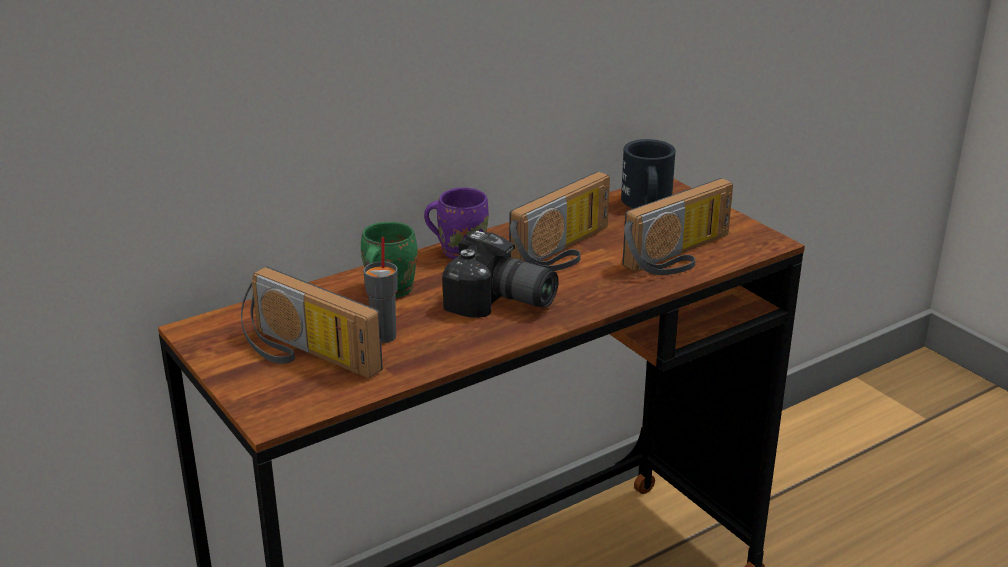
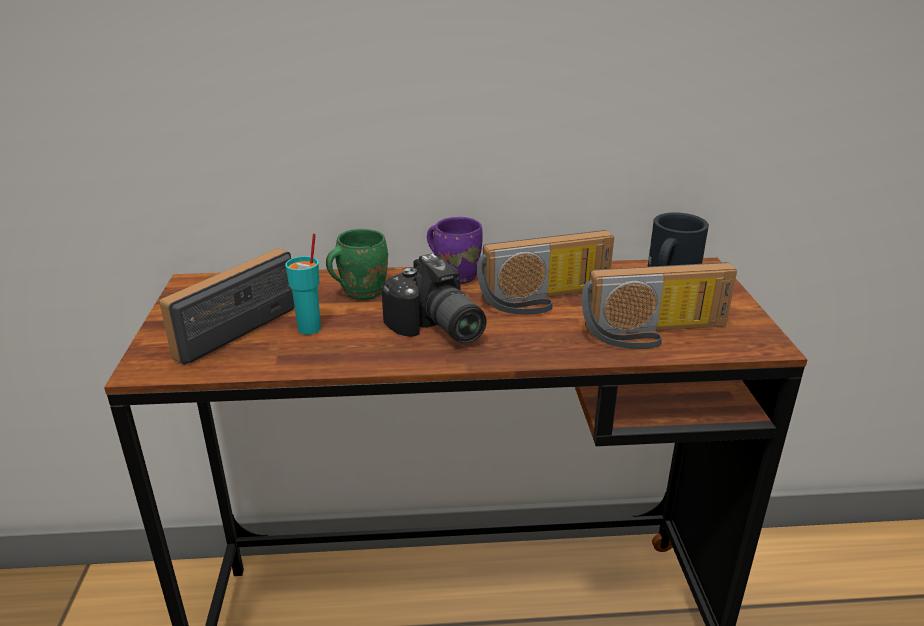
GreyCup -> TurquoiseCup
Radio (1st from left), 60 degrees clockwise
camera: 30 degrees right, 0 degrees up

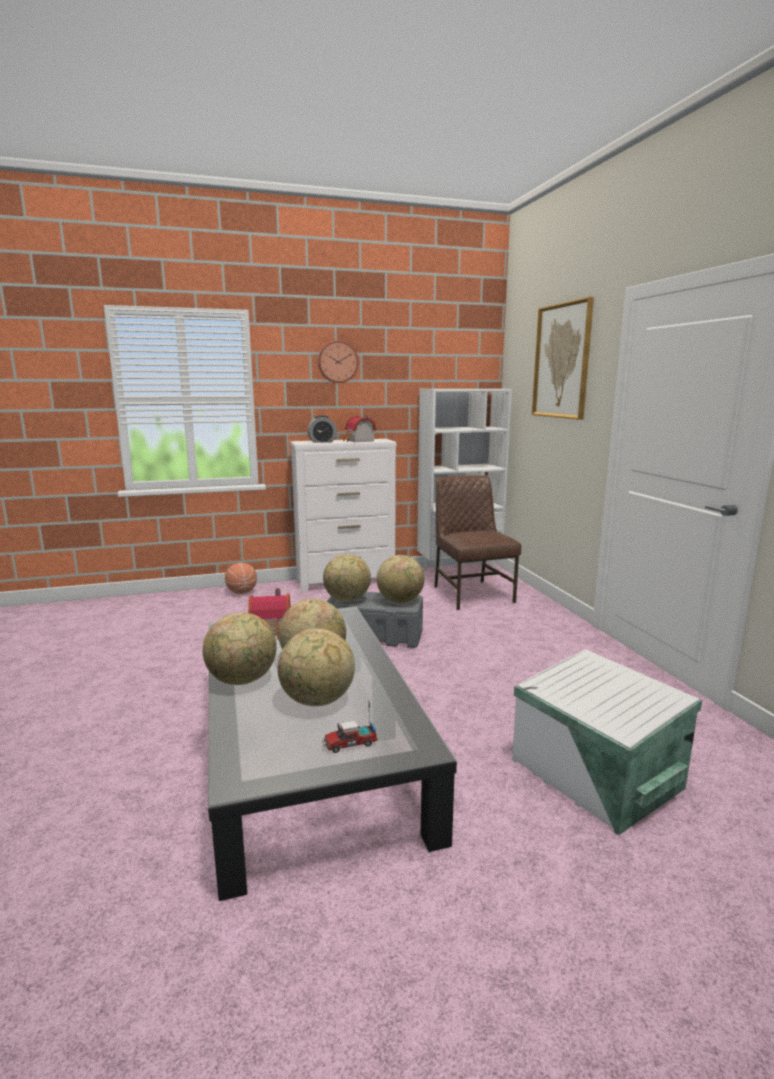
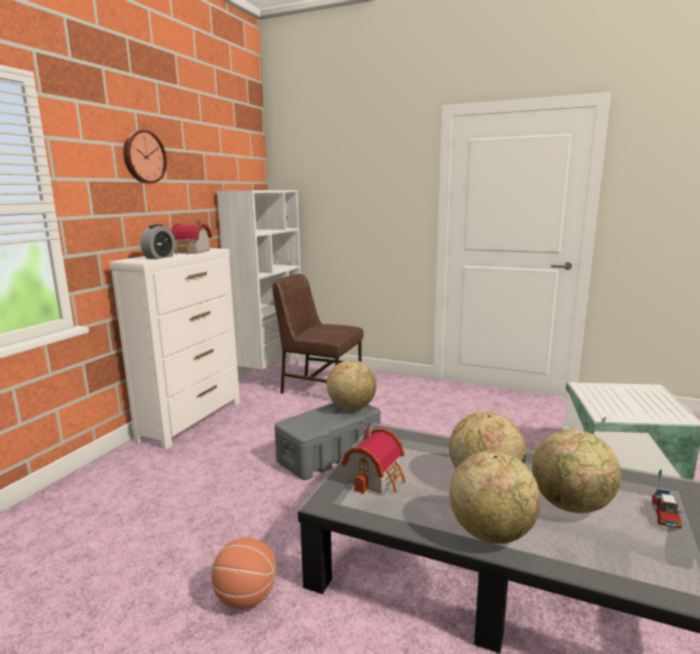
Picture -> none
Globe (4th from left) -> none
Basketball, move
camera: 50 degrees left, 0 degrees up

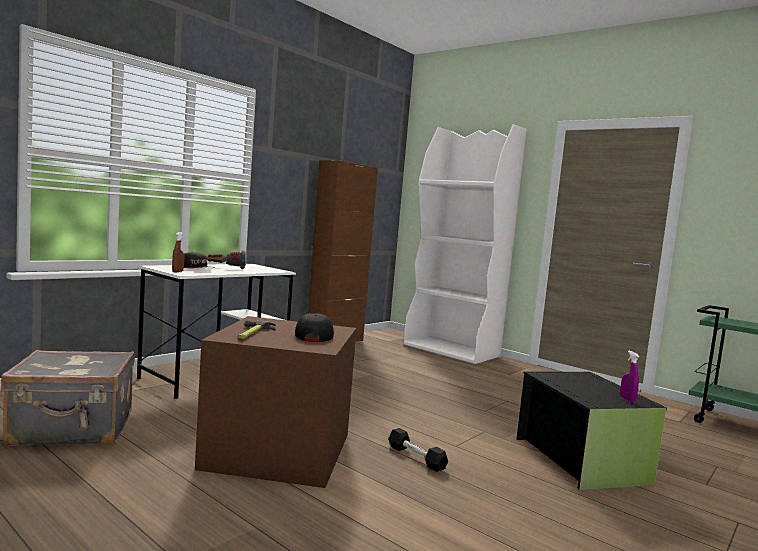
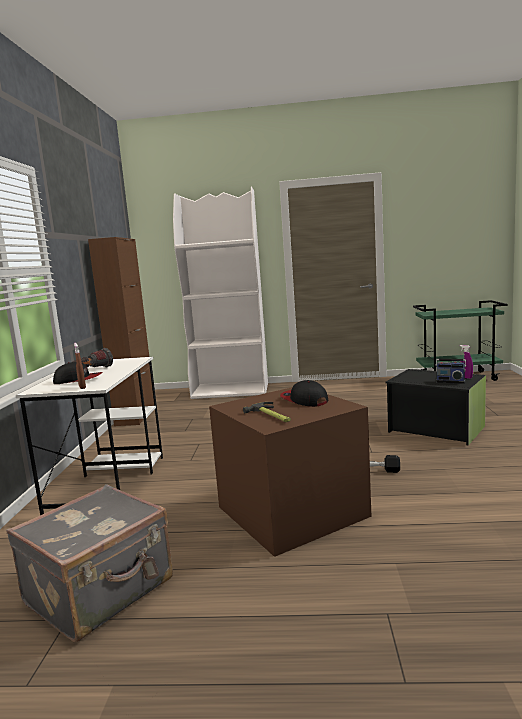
none -> Radio
camera: 35 degrees left, 5 degrees up

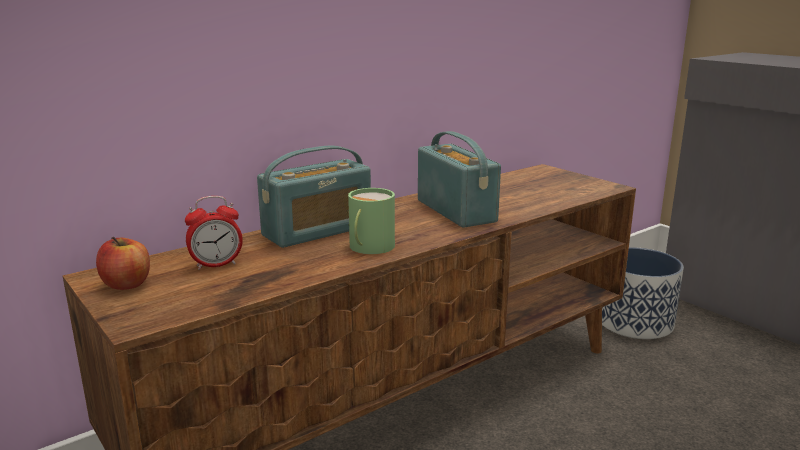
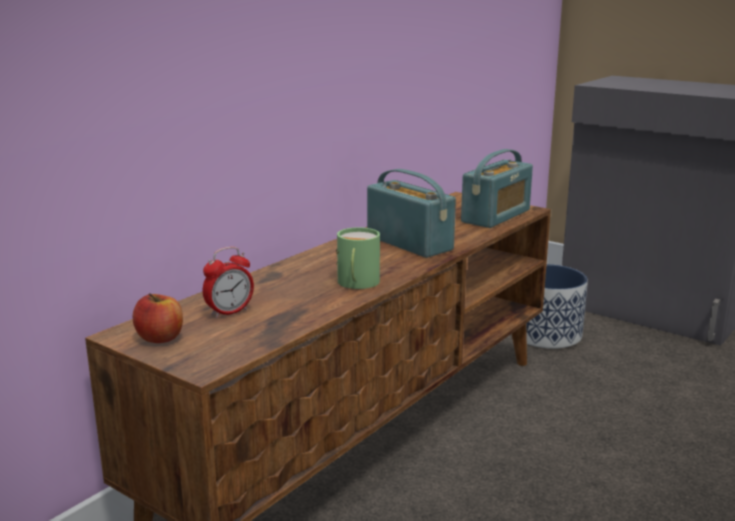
Radio (1st from left in the first image) -> Radio (2nd from left), move
camera: 15 degrees left, 0 degrees up

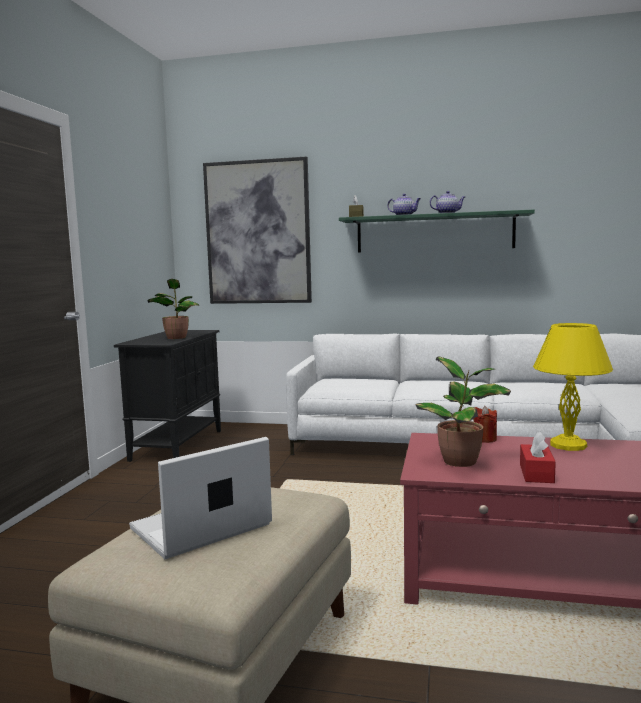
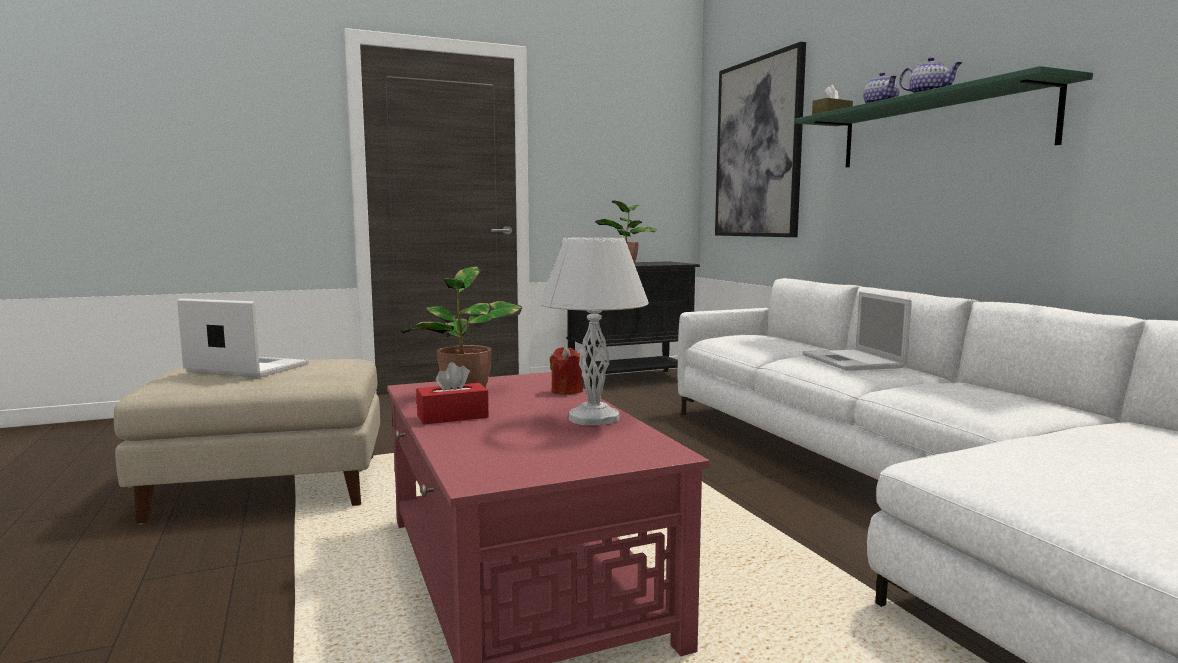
YellowTableLamp -> WhiteTableLamp
none -> Laptop (2nd from left)
camera: 55 degrees right, 0 degrees up

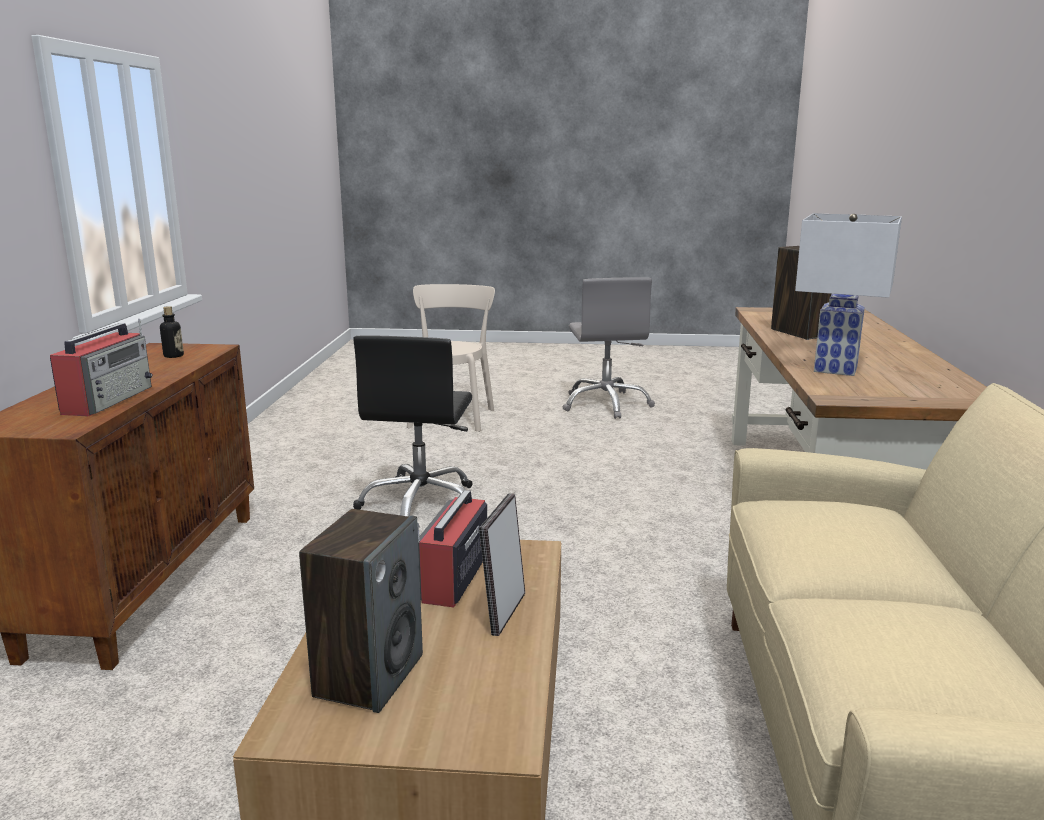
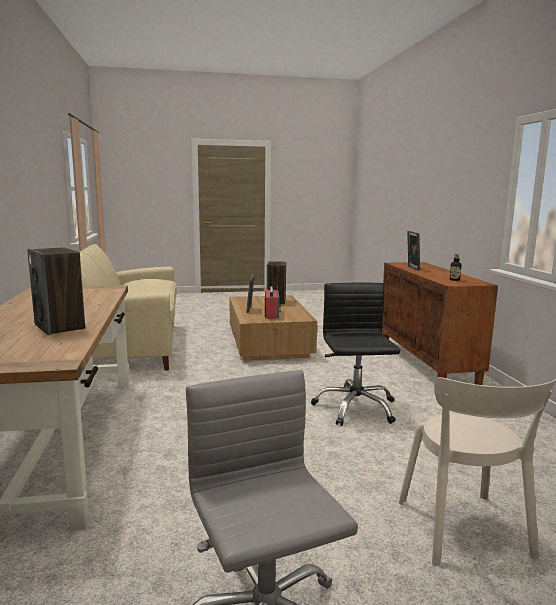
WhiteTableLamp -> none
Radio (1st from left) -> PictureFrame (2nd from left)
camera: 165 degrees right, 5 degrees down

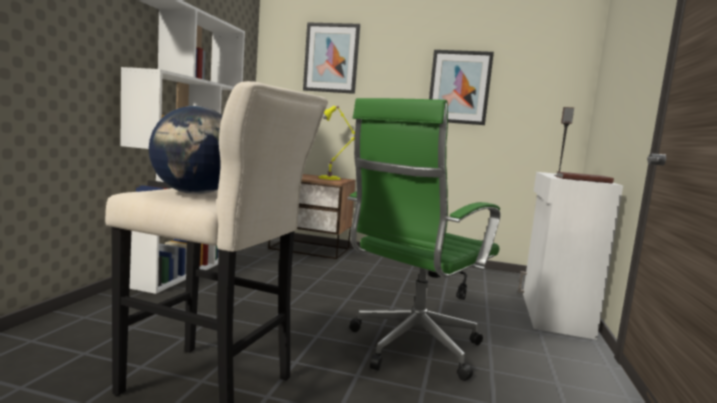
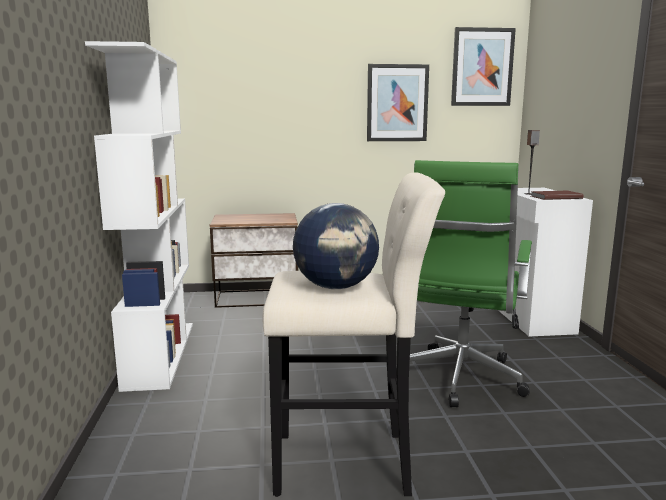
Picture (1st from left in the first image) -> Picture (2nd from left), move
YellowTableLamp -> none
camera: 20 degrees left, 5 degrees up

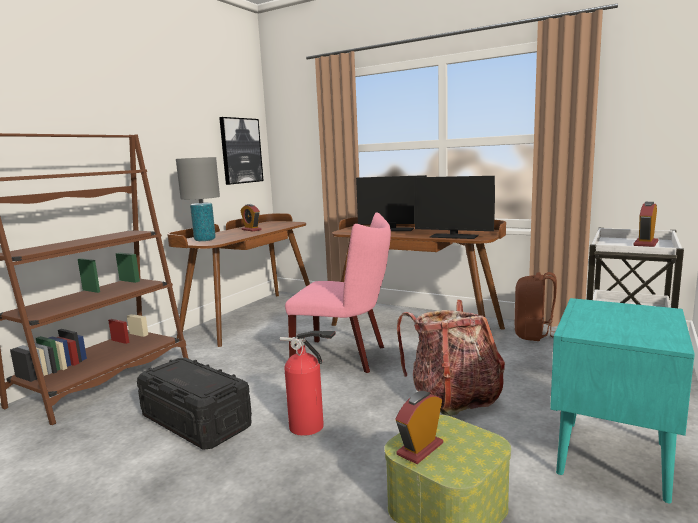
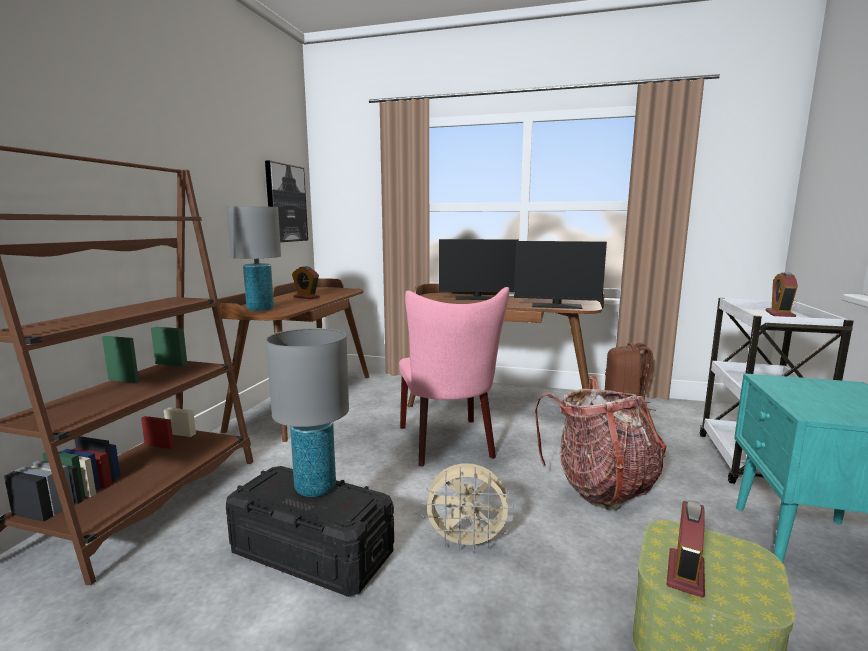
PinkChair, 75 degrees clockwise
FireExtinguisher -> BeigeFan
none -> GreyTableLamp (2nd from left)
camera: 15 degrees left, 0 degrees up

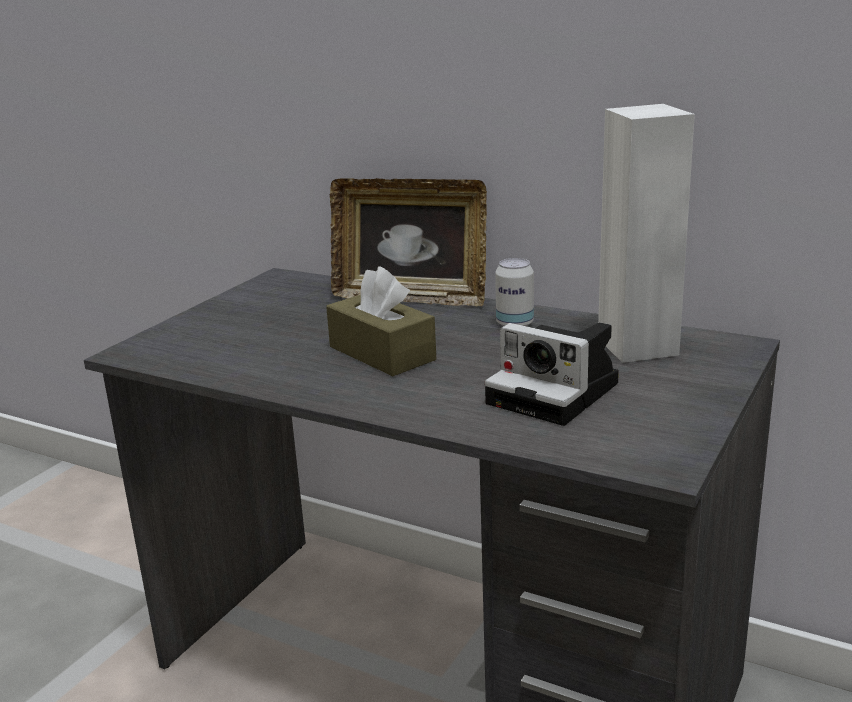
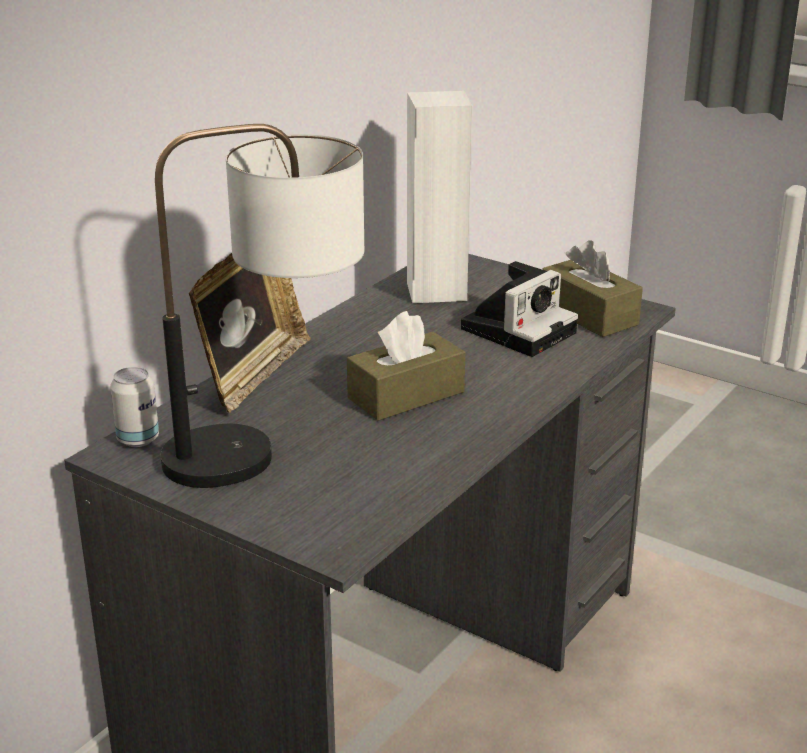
Can, move
none -> TableLamp
none -> BrownTissueBox (2nd from left)
camera: 85 degrees left, 5 degrees up

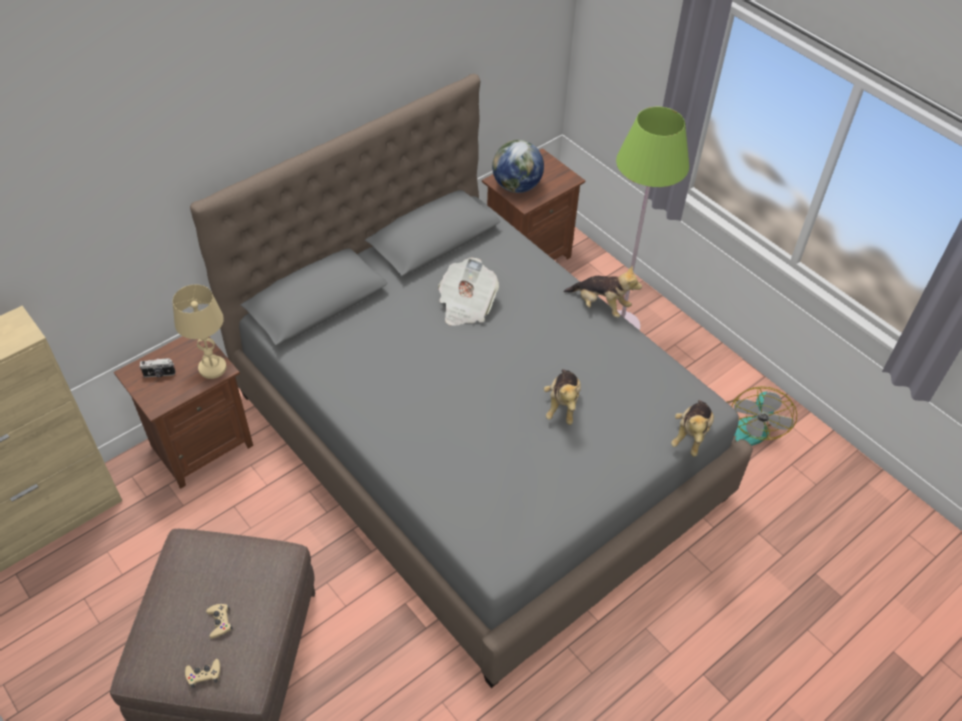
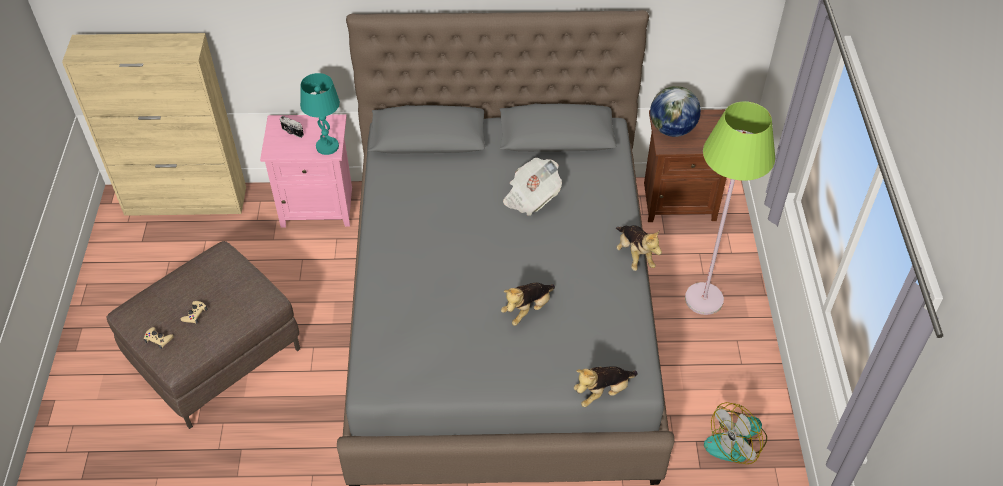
BeigeTableLamp -> TurquoiseTableLamp
BrownNightstand (1st from left) -> PinkNightstand
camera: 40 degrees right, 0 degrees up

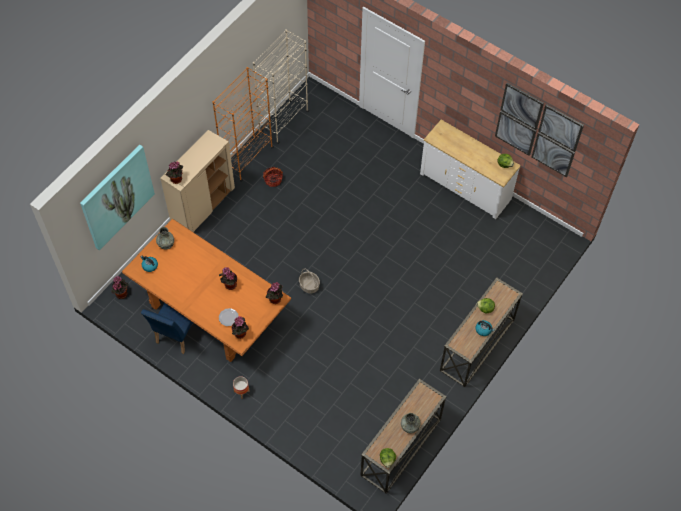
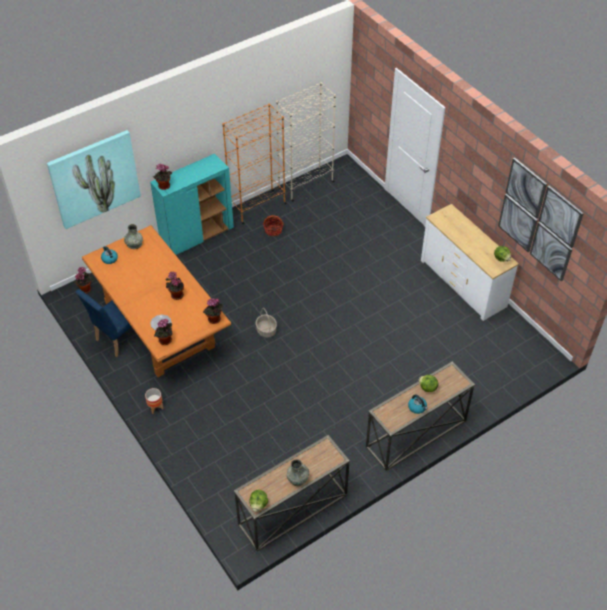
BeigeCabinet -> TurquoiseCabinet
camera: 20 degrees right, 10 degrees down

